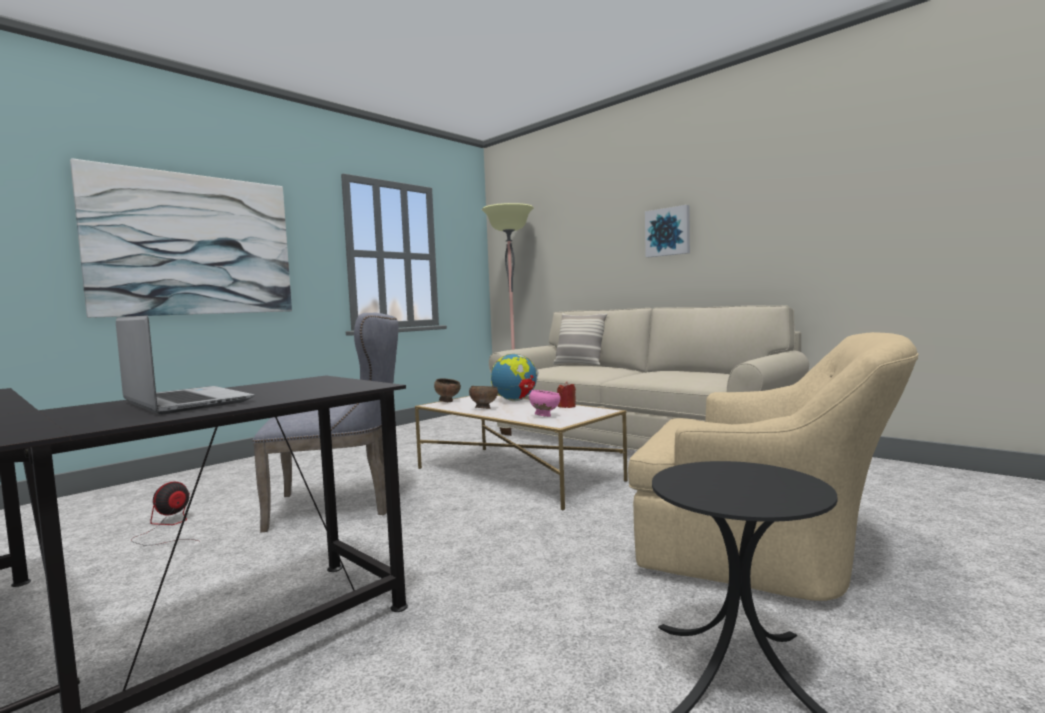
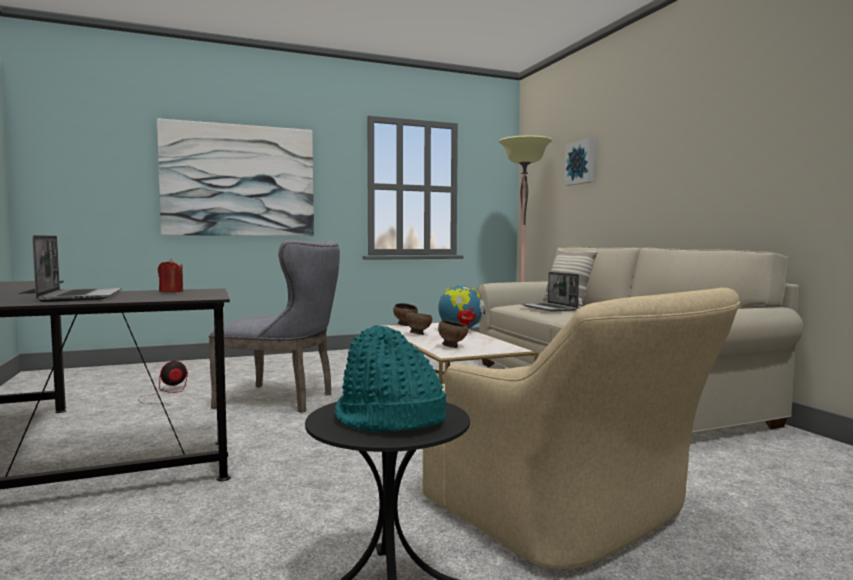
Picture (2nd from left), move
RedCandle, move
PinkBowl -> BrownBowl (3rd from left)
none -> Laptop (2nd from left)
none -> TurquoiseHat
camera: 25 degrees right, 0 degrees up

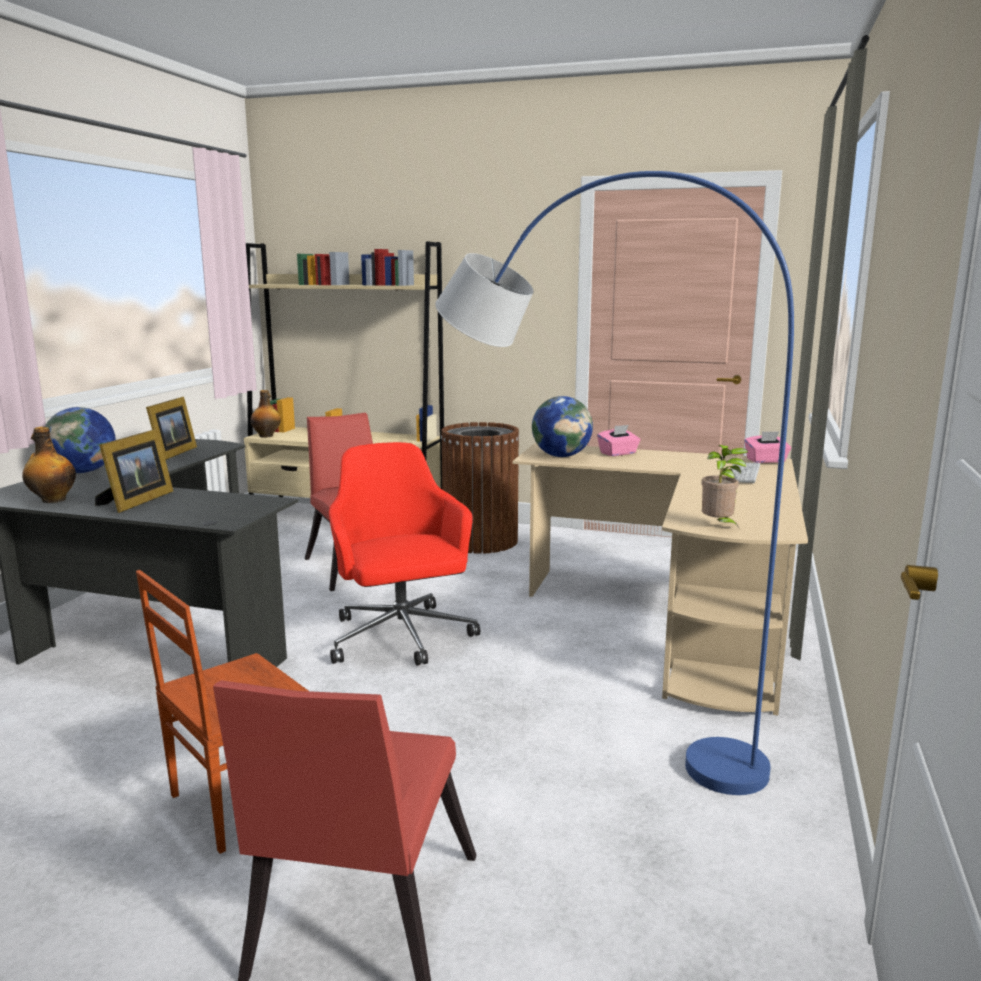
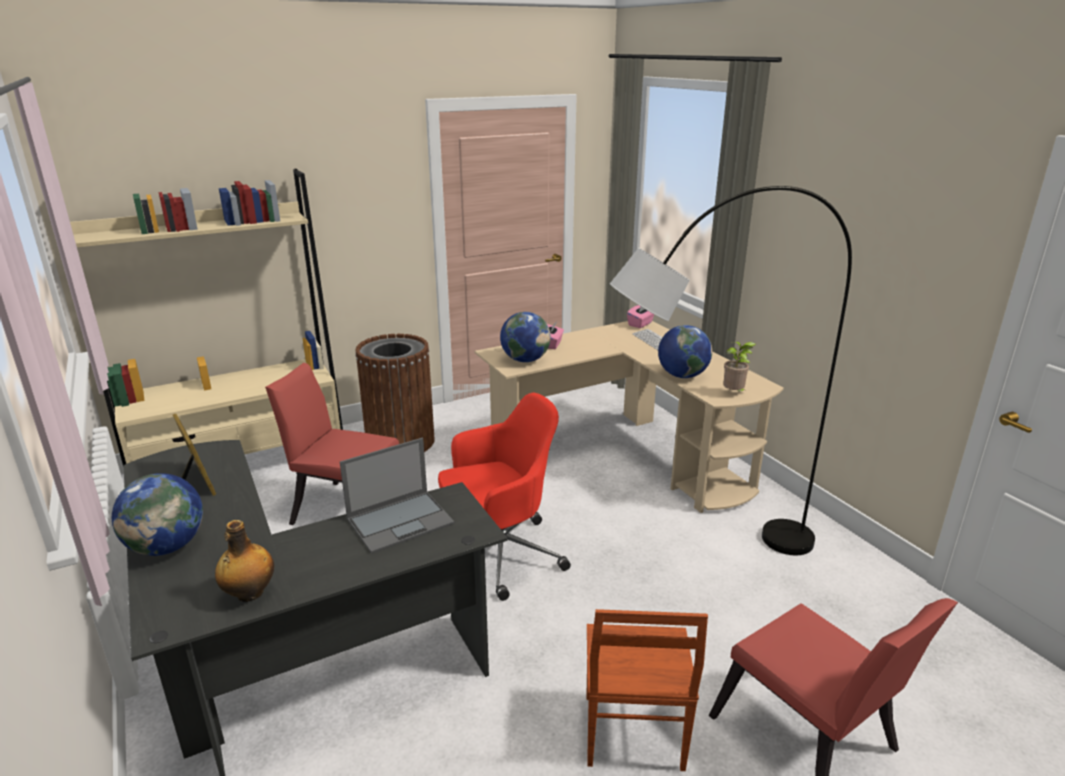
BlueFloorLamp -> GreyFloorLamp
Bottle (2nd from left) -> none
PictureFrame (1st from left) -> none
RedOfficeChair, 135 degrees clockwise
none -> Globe (3rd from left)
none -> Laptop
camera: 45 degrees left, 10 degrees up

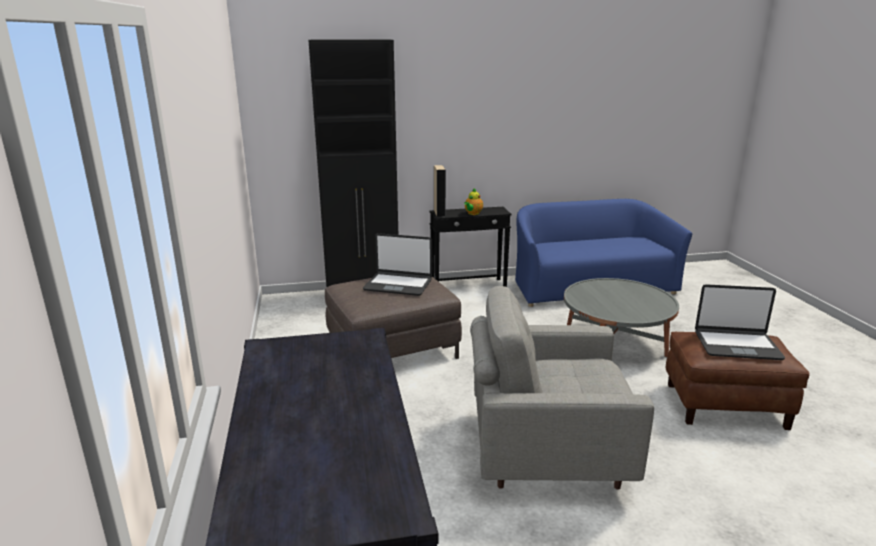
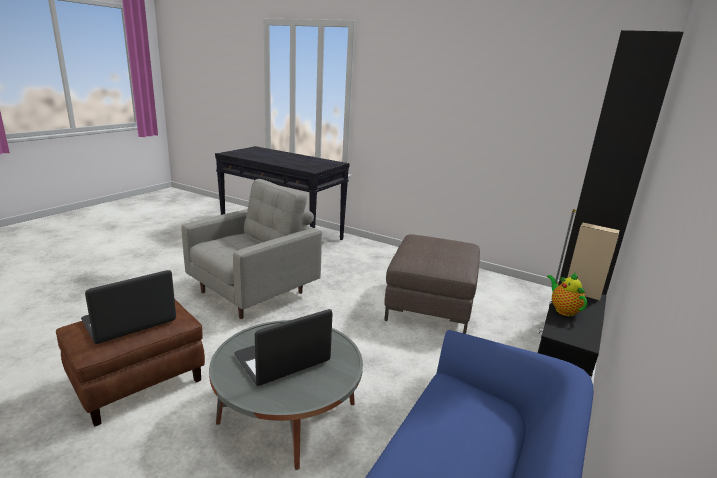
Laptop (1st from left in the first image) -> Laptop (2nd from left), move
camera: 130 degrees right, 0 degrees up

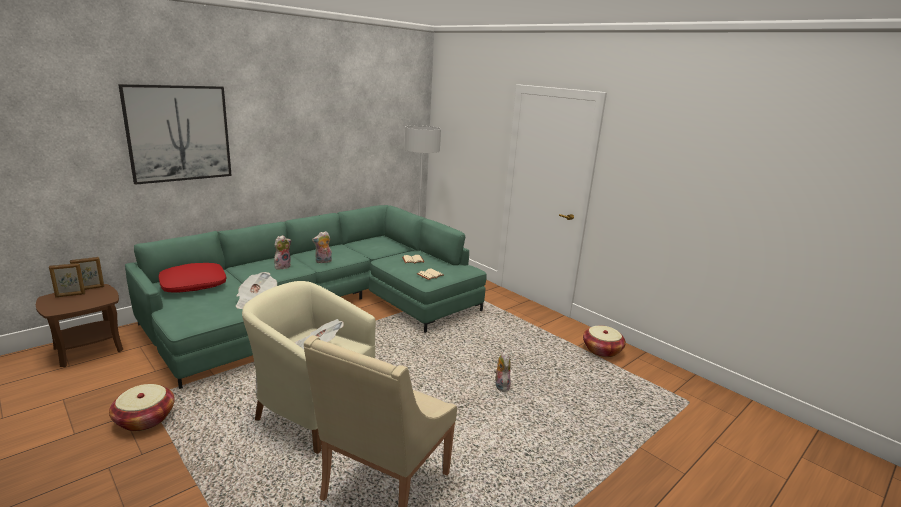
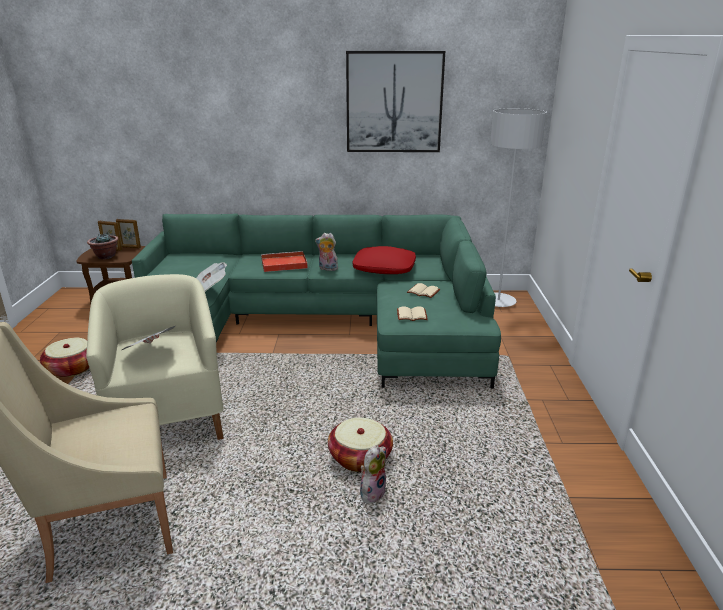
Picture, move
PlushToy (1st from left) -> RedTray
RedPillow, move
Basket (2nd from left), move
none -> PottedPlant
camera: 45 degrees right, 5 degrees up

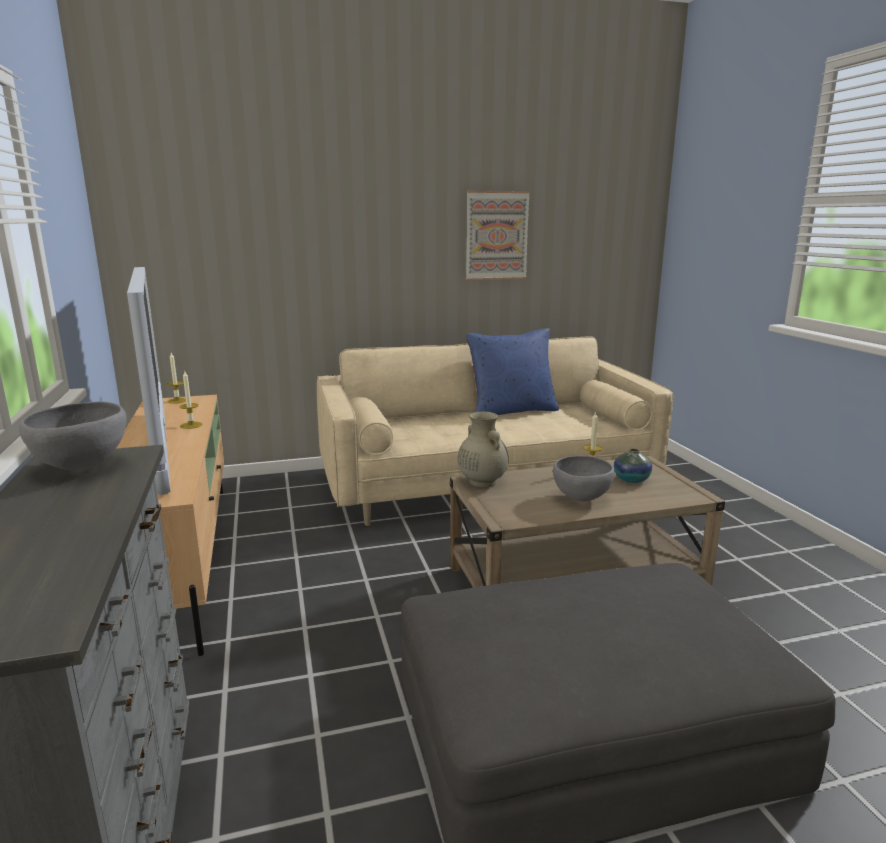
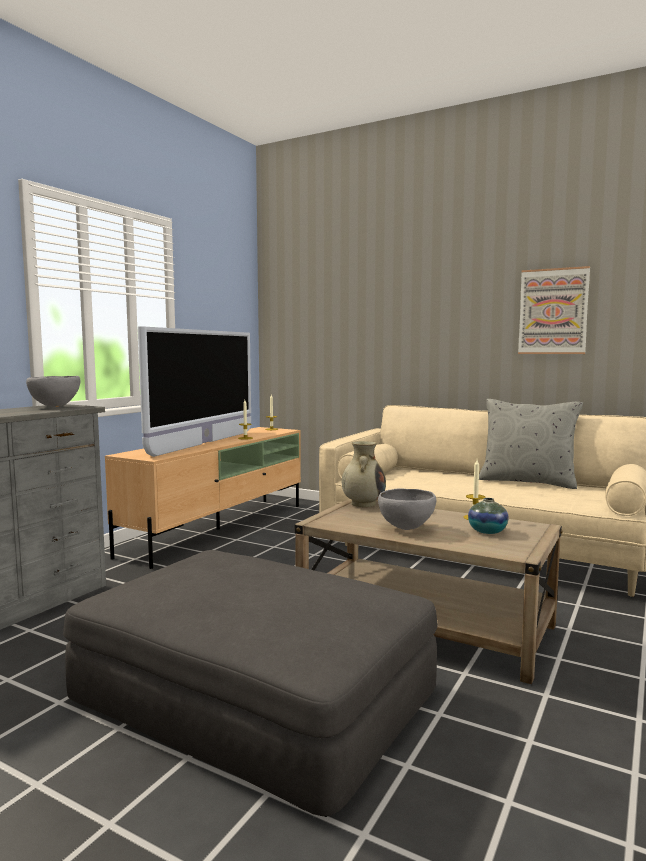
BluePillow -> GreyPillow
camera: 45 degrees right, 10 degrees down

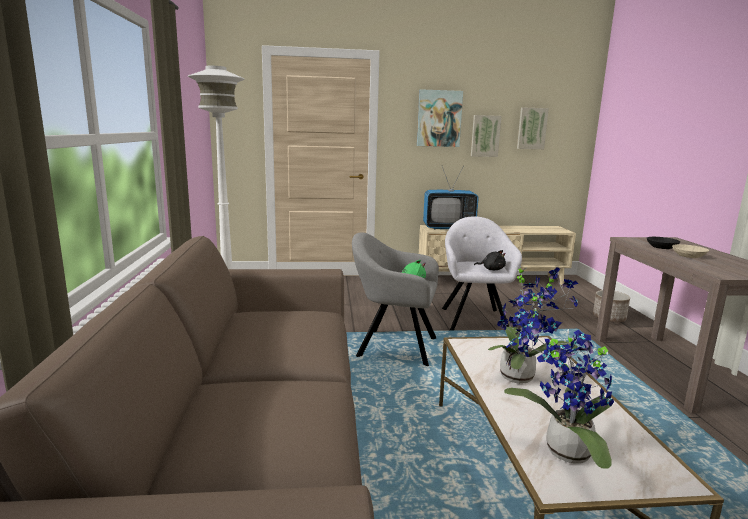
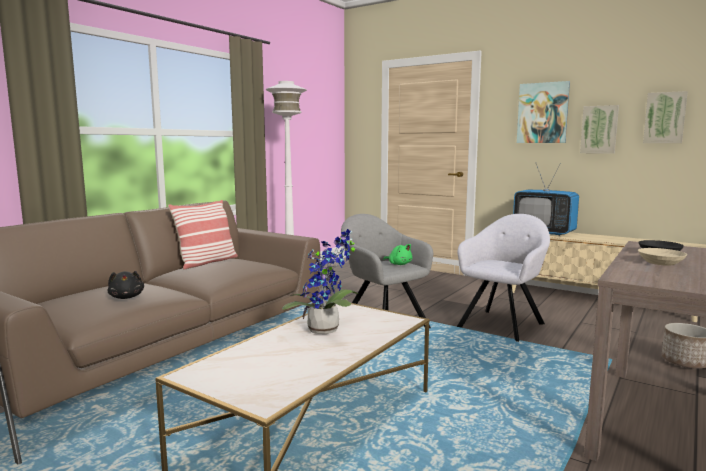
BlackPlushToy, move
PottedPlant (2nd from left) -> none
none -> Pillow
camera: 40 degrees right, 5 degrees down

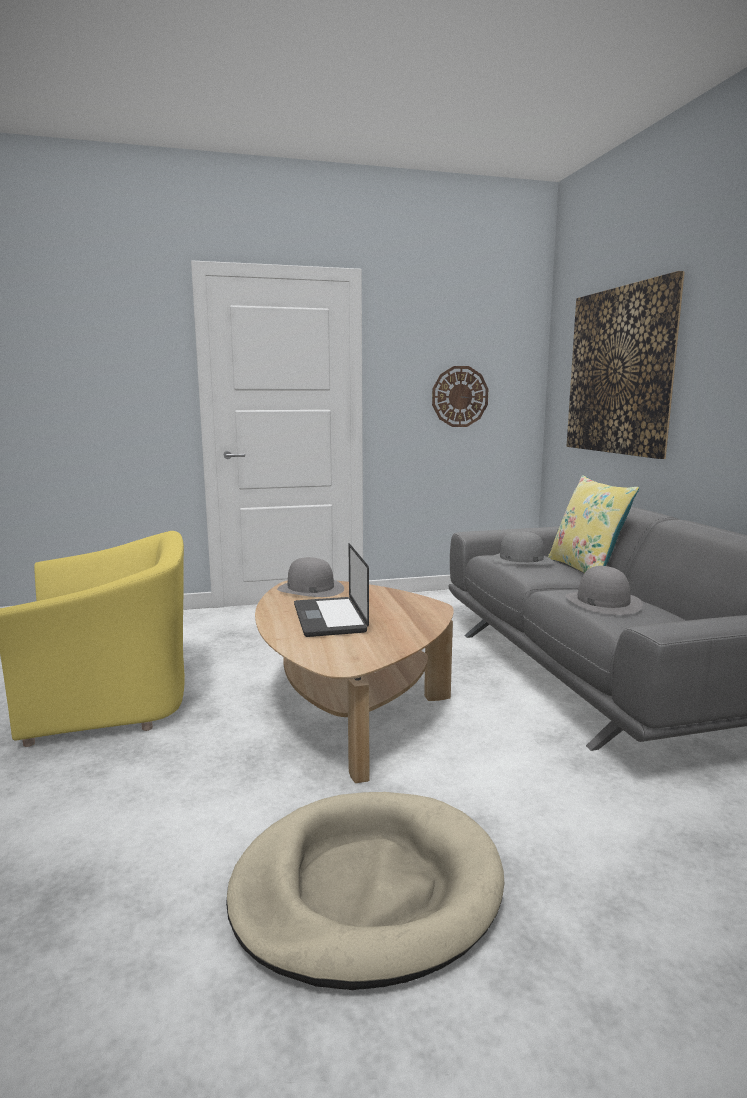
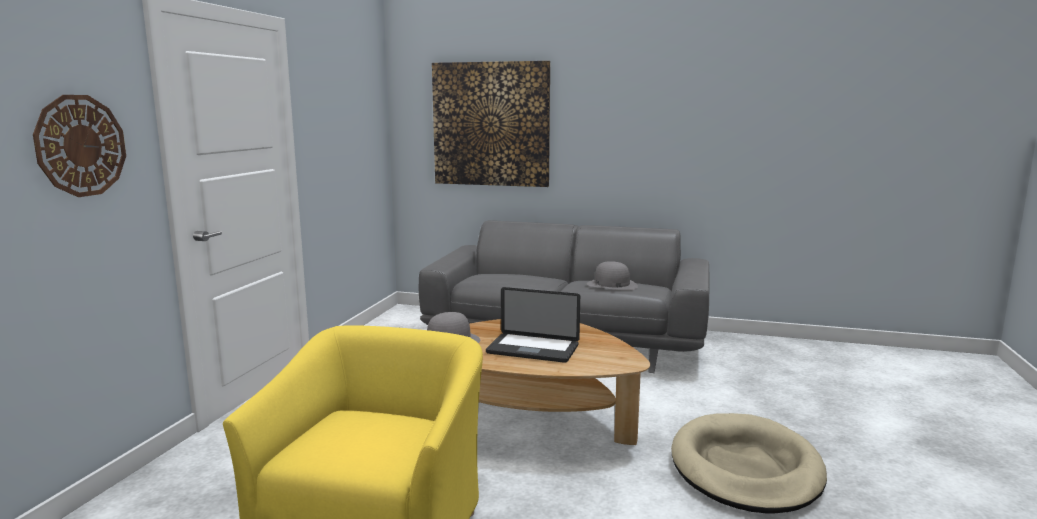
WallClock, move
YellowPillow -> none
GreyHat (2nd from left) -> none
camera: 60 degrees left, 0 degrees up

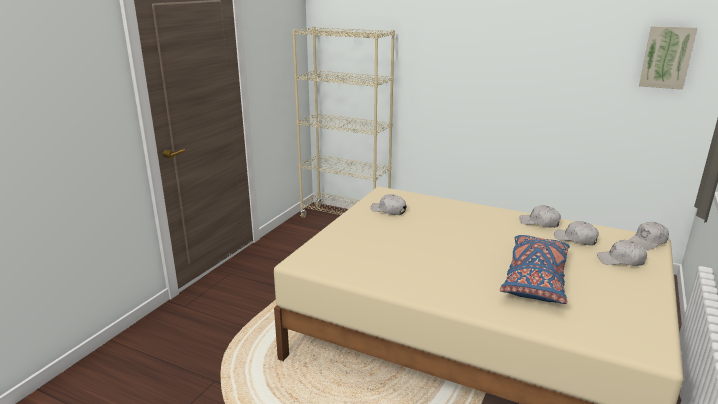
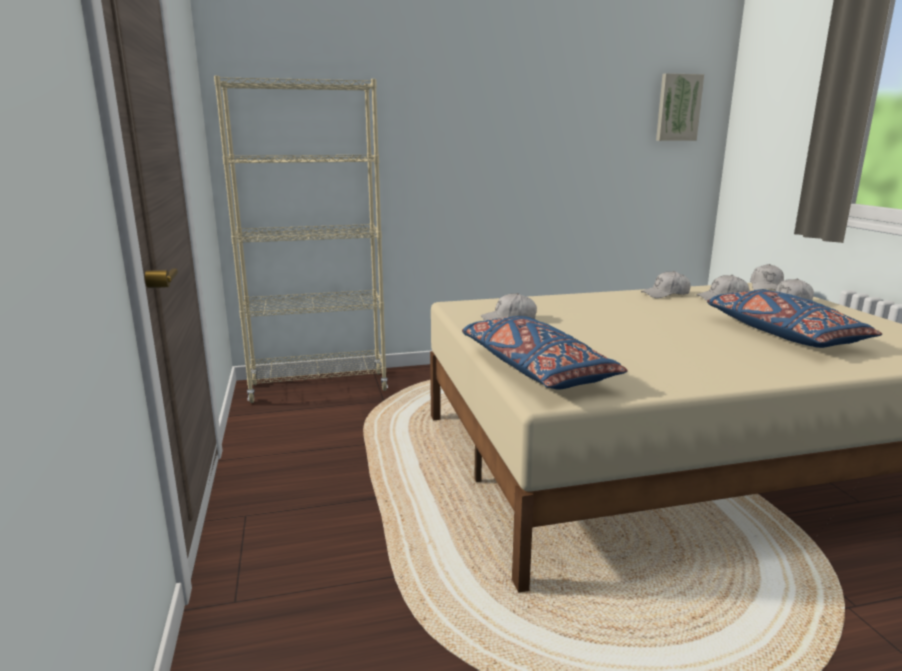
none -> BluePillow (1st from left)
camera: 40 degrees left, 5 degrees down

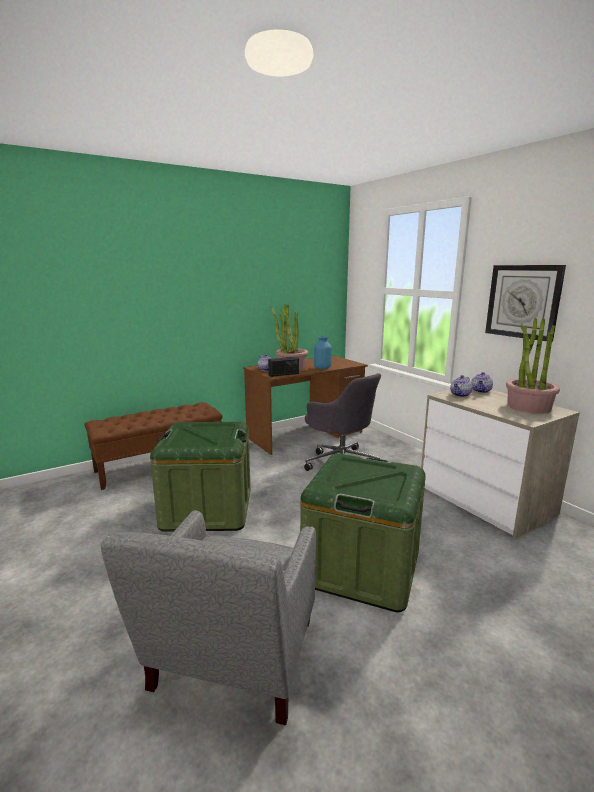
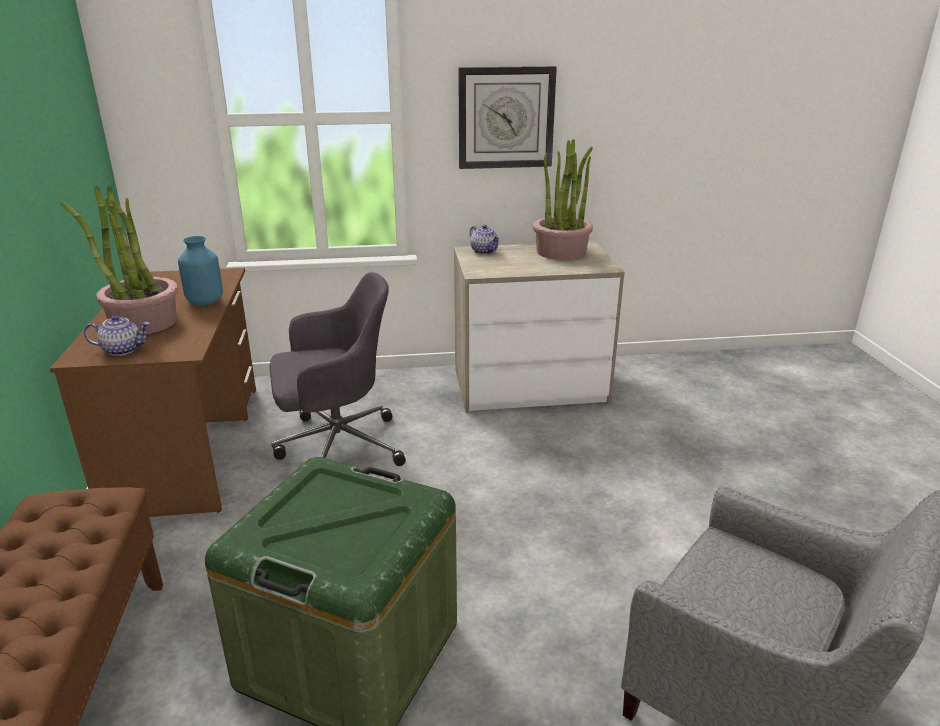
Radio -> none
Teapot (2nd from left) -> none
GreenStorageBox (2nd from left) -> none
camera: 65 degrees left, 10 degrees up

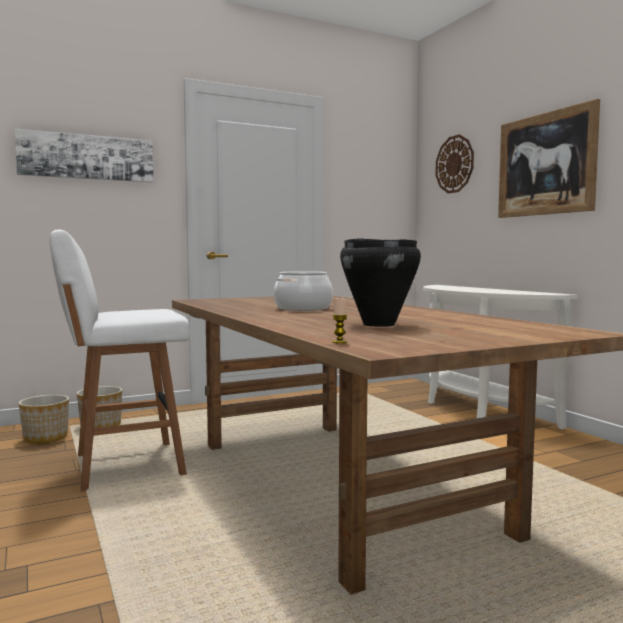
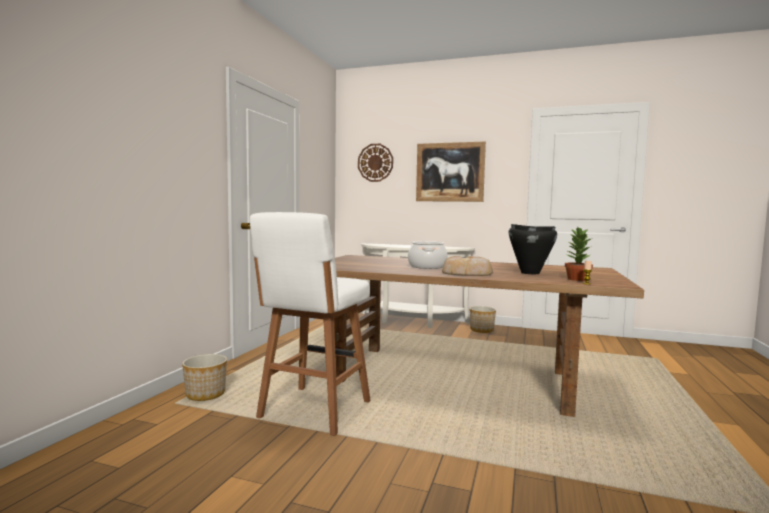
Picture (1st from left) -> none
Planter (1st from left in the first image) -> Planter (2nd from left), move
none -> PottedPlant
none -> Bread
camera: 45 degrees left, 0 degrees up

